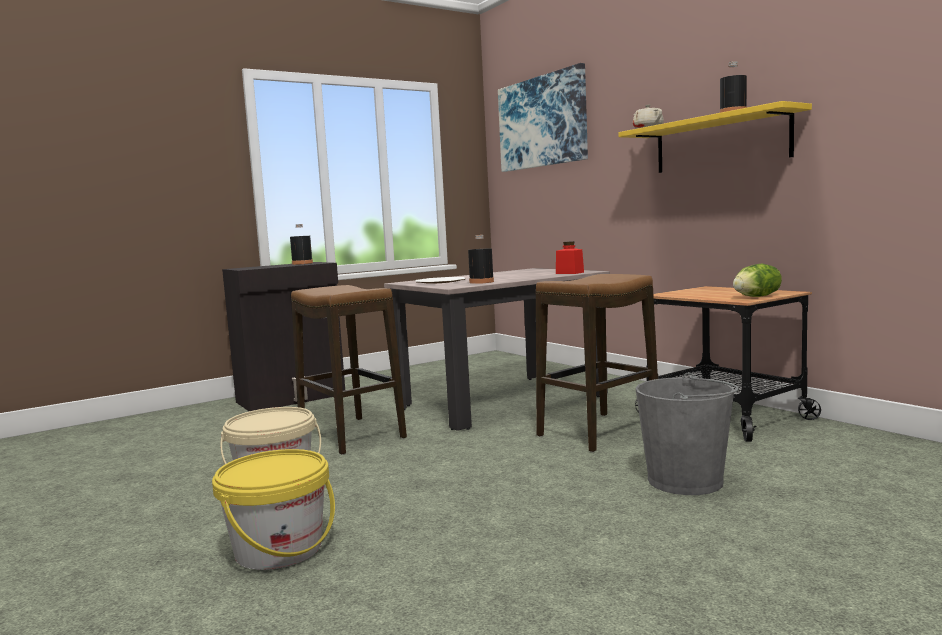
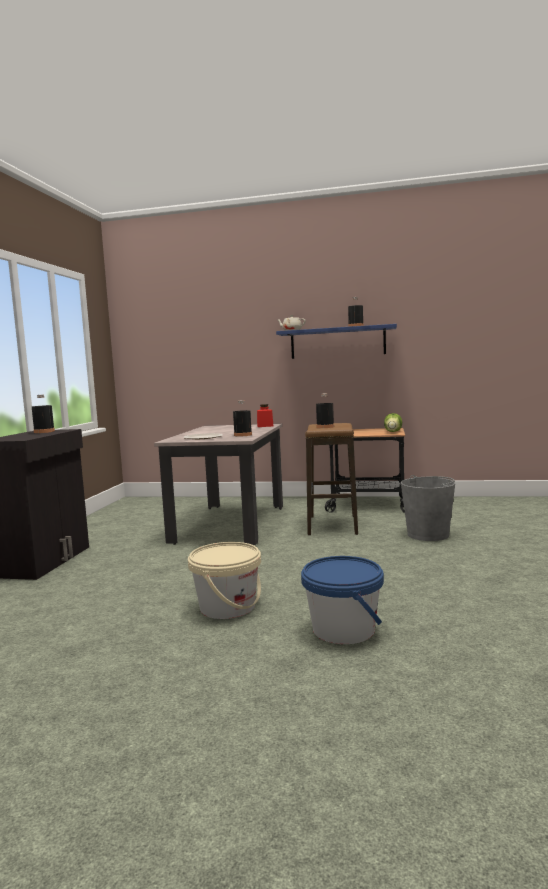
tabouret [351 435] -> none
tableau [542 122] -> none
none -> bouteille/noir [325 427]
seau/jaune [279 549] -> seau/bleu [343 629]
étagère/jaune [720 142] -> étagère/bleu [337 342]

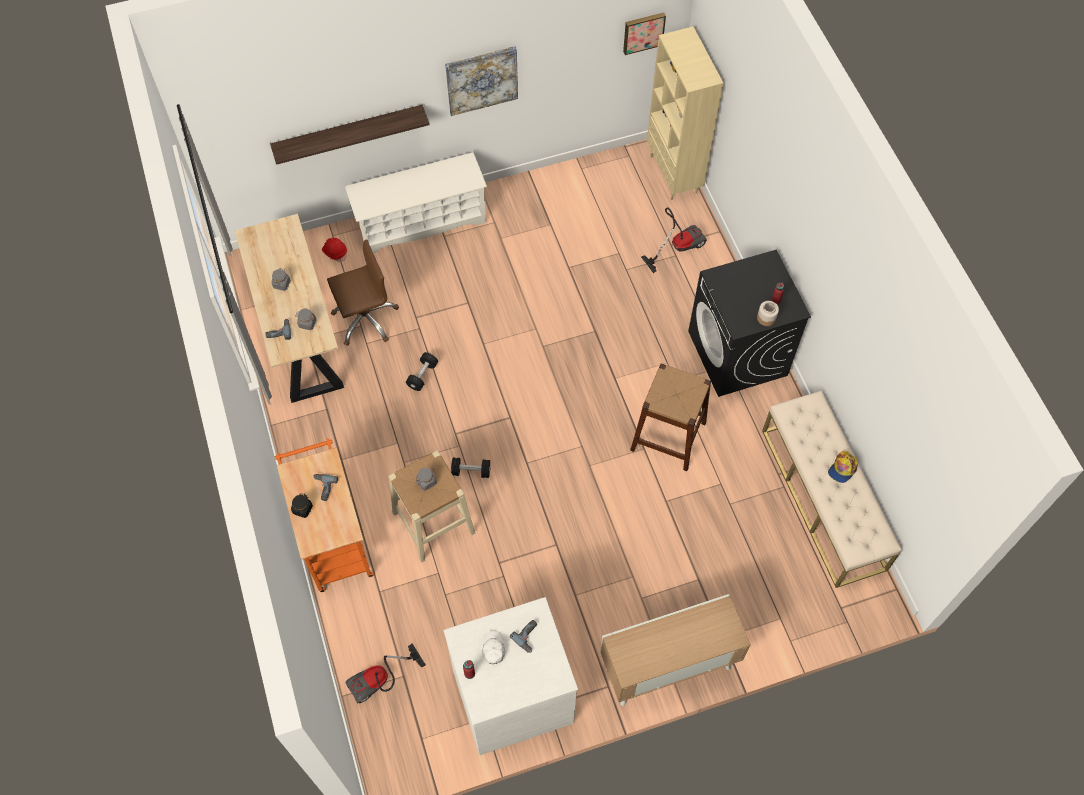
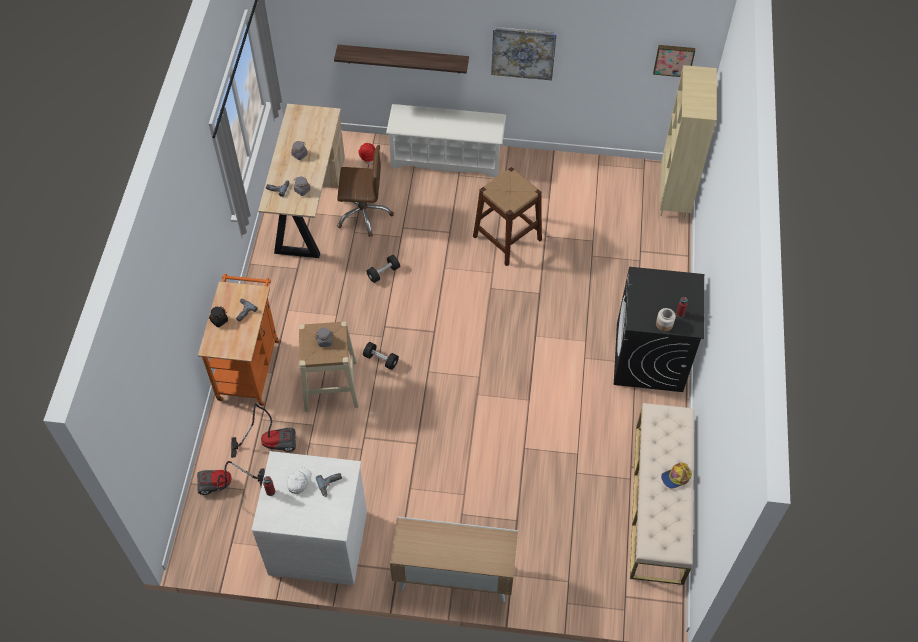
tabouret/marron [668 436] -> tabouret/marron [507 238], moved
aspirateur [677 246] -> aspirateur [270 442], moved

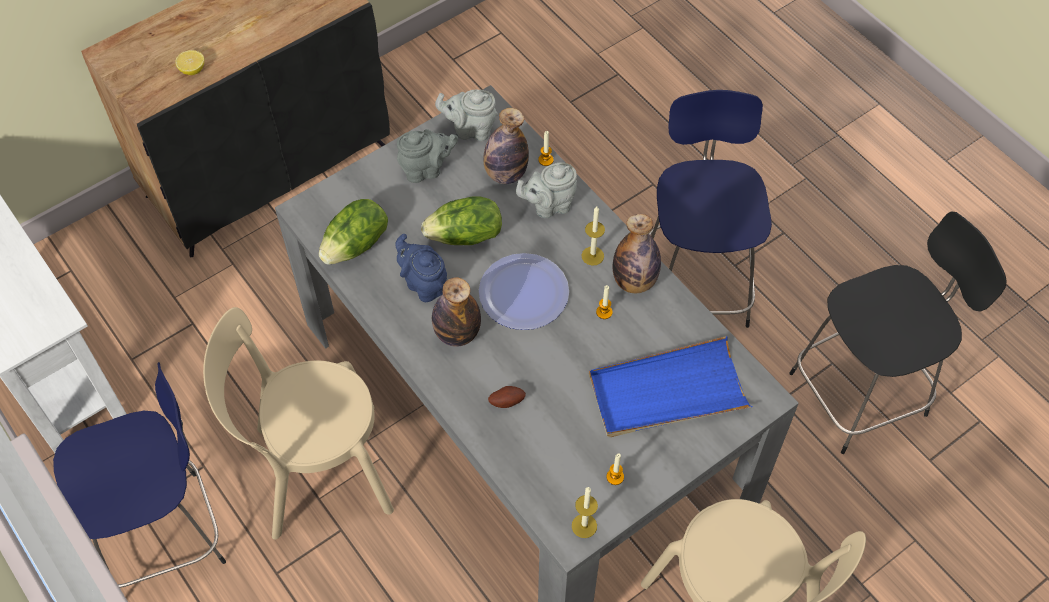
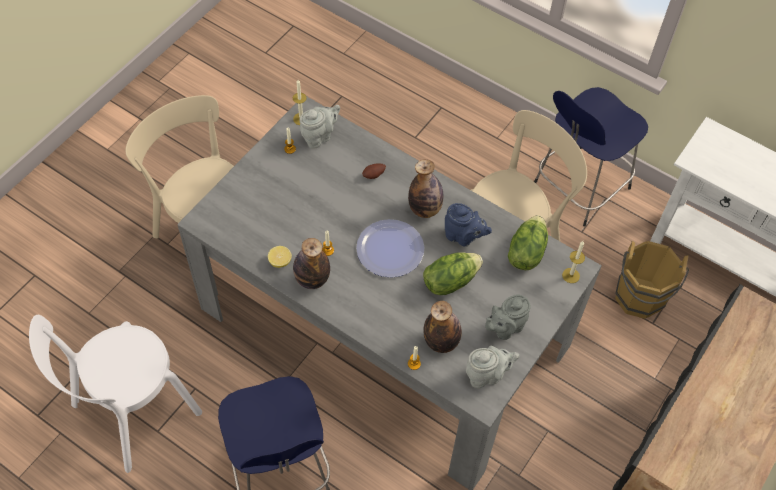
plateau/bleu [667 392] -> none
none -> seau/marron [638 300]
citron [192 69] -> citron [280 261], moved
théière/gris [549 205] -> théière/gris [319 136], moved
bougie [592 256] -> bougie [571 275], moved
tabouret/noir [862 392] -> chaise/blanc [131 413]

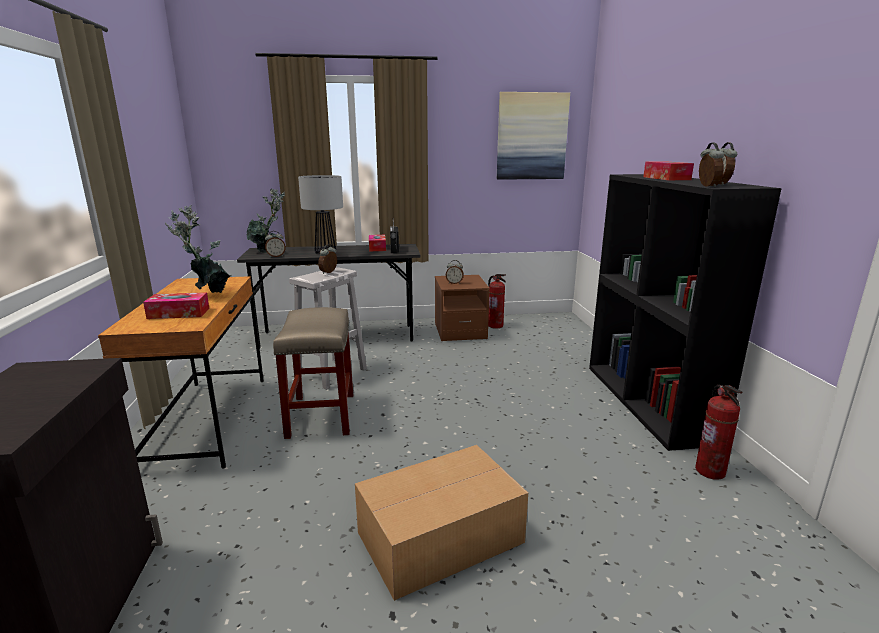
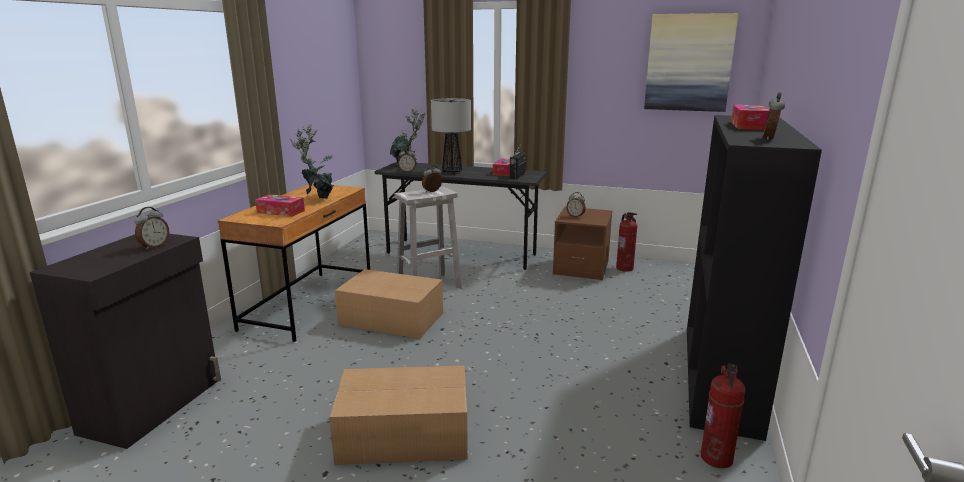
réveil [706 186] -> réveil [154 246], moved
tabouret/beige [321 416] -> carton [392 319]

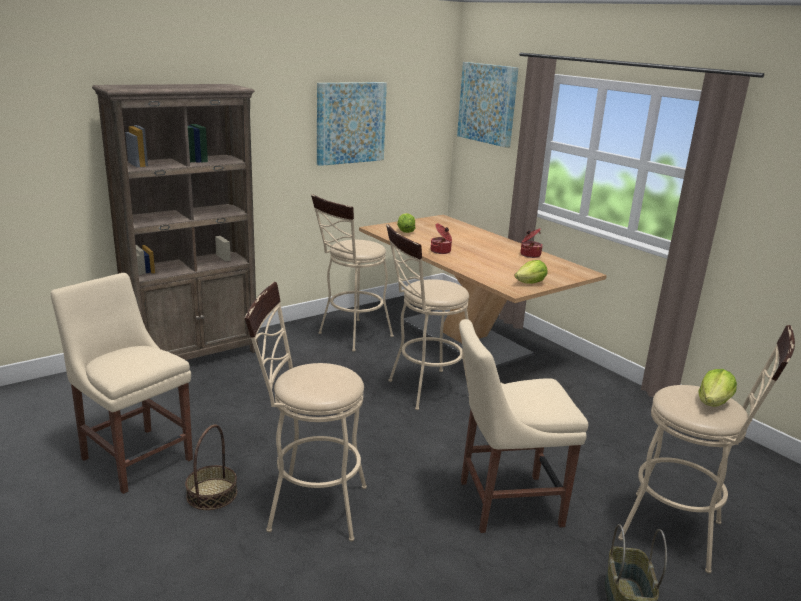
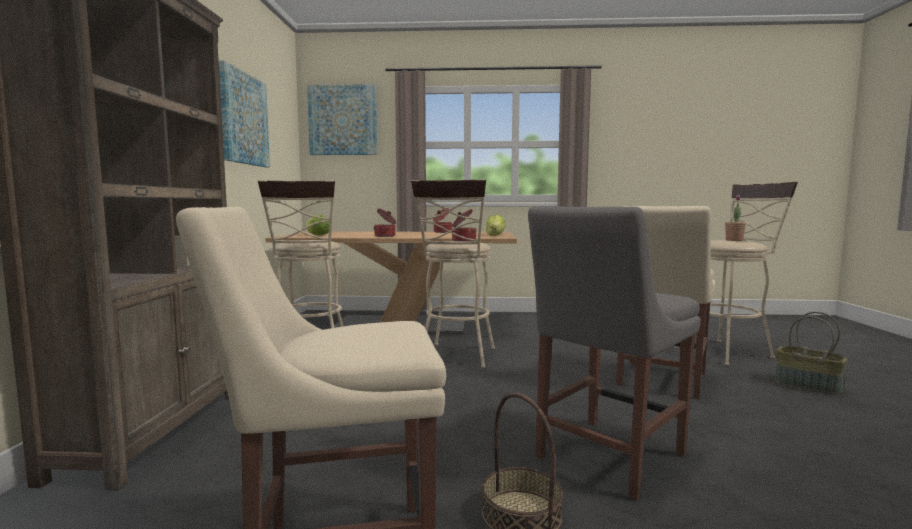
none -> marmite [463 241]
tabouret/beige [309 507] -> chaise/gris [605 458]
laitue [713 403] -> plante en pot [734 240]

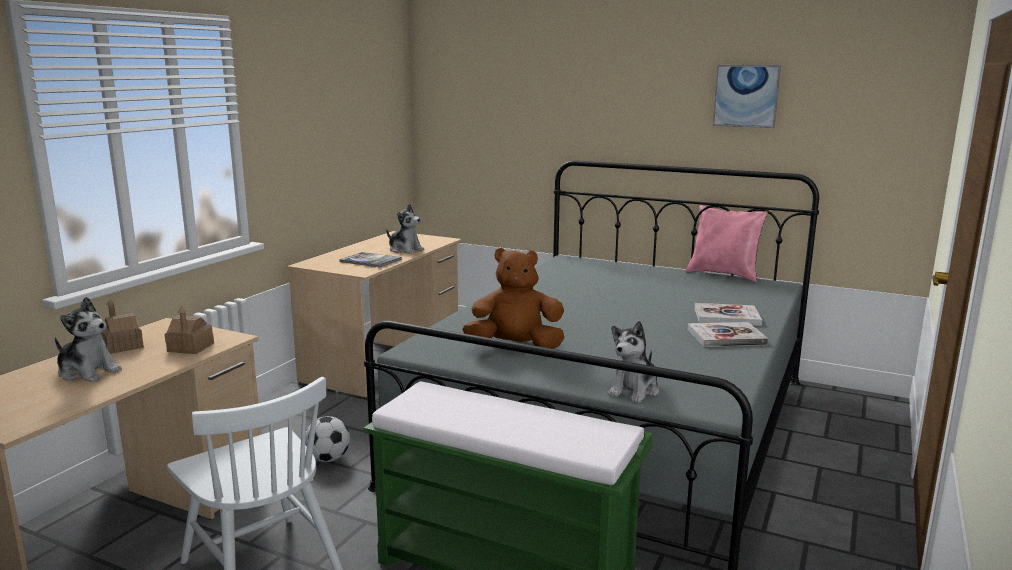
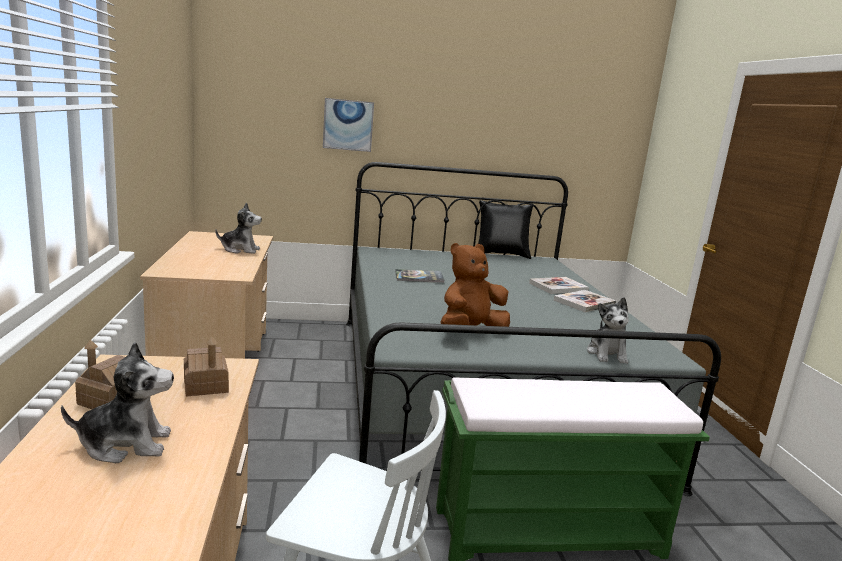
ballon de foot [328 459] -> none
livre [370 261] -> livre [419 277], moved
tableau [746 96] -> tableau [348 125], moved
coussin/rose [724 274] -> coussin/noir [501 255]

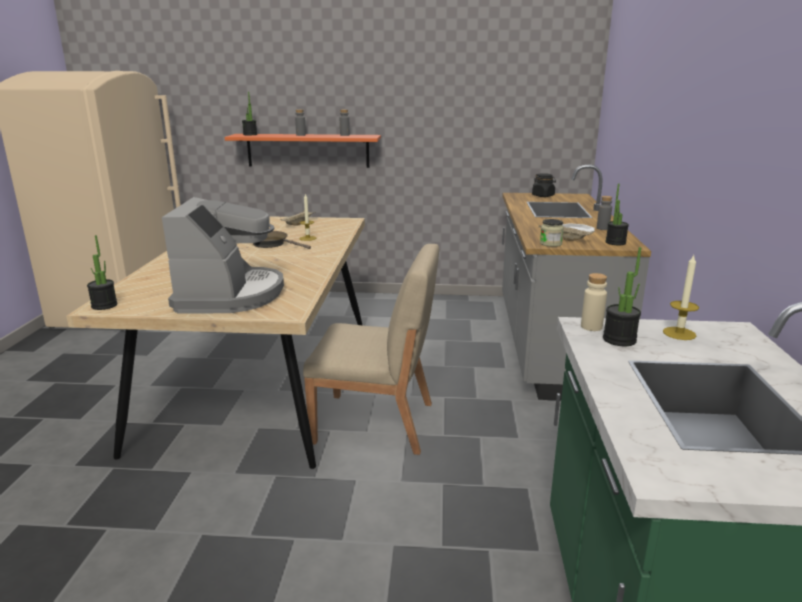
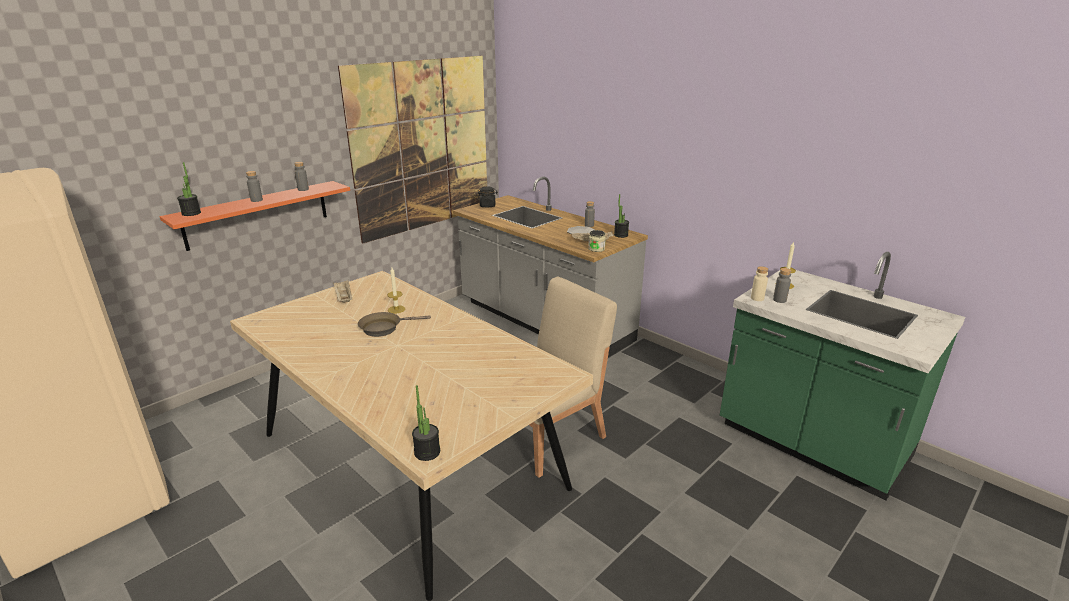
machine à café [230 295] -> none
none -> tableau [423 146]
plante en pot [619 339] -> bouteille/gris [779 300]

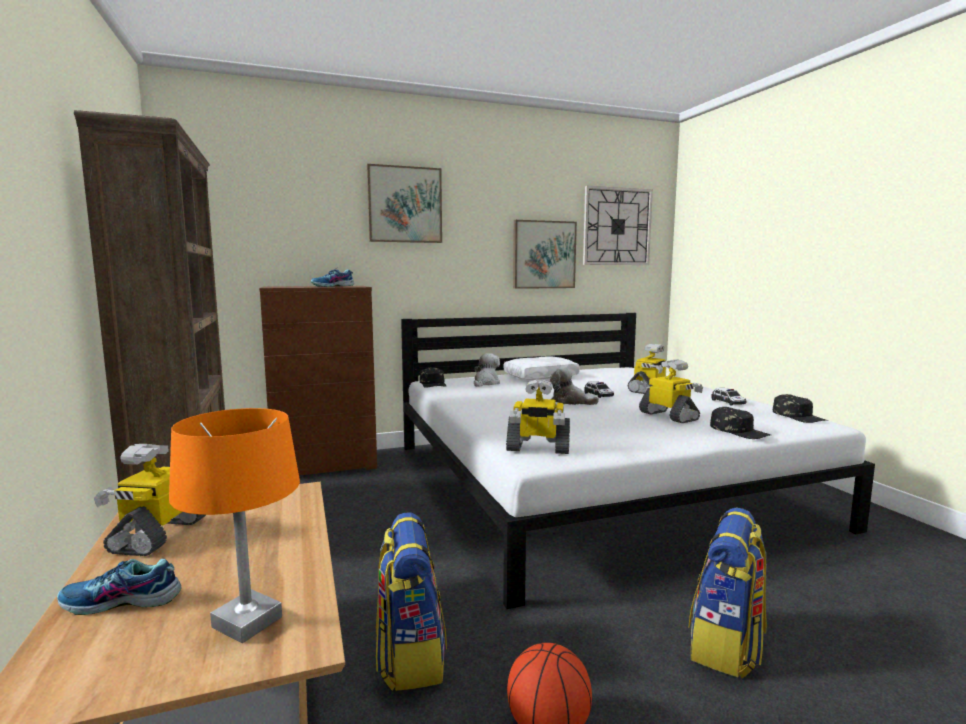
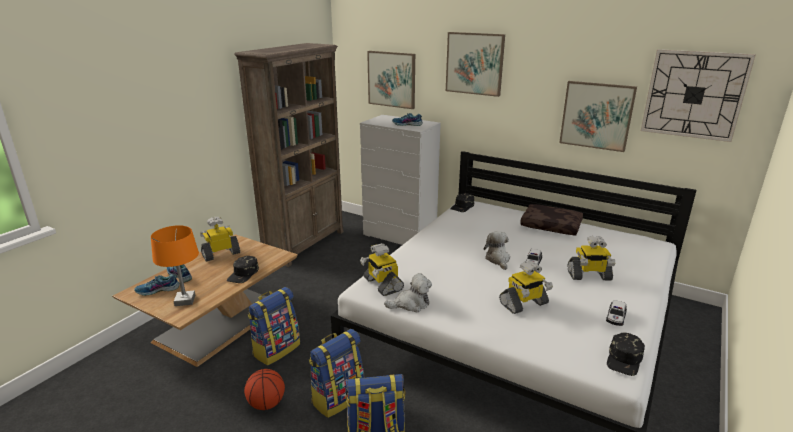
none -> chaussure [158 290]
none -> sac à dos [338 397]
none -> tableau [392 79]
peluche [486 383] -> peluche [411 304], moved
casquette/noir [739 431] -> casquette/noir [243 274], moved
commode/marron [325 465] -> commode/blanc [400 235]
coussin/blanc [540 376] -> coussin/marron [551 226]
robot jouet [669 416] -> robot jouet [523 304], 45 degrees clockwise

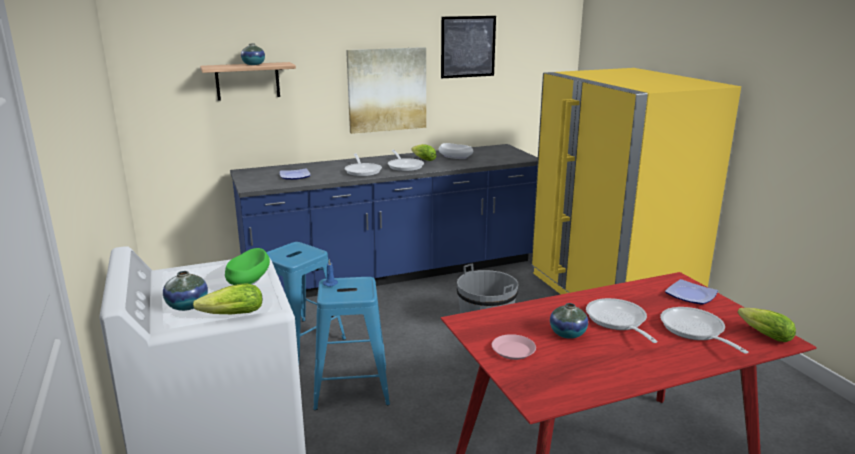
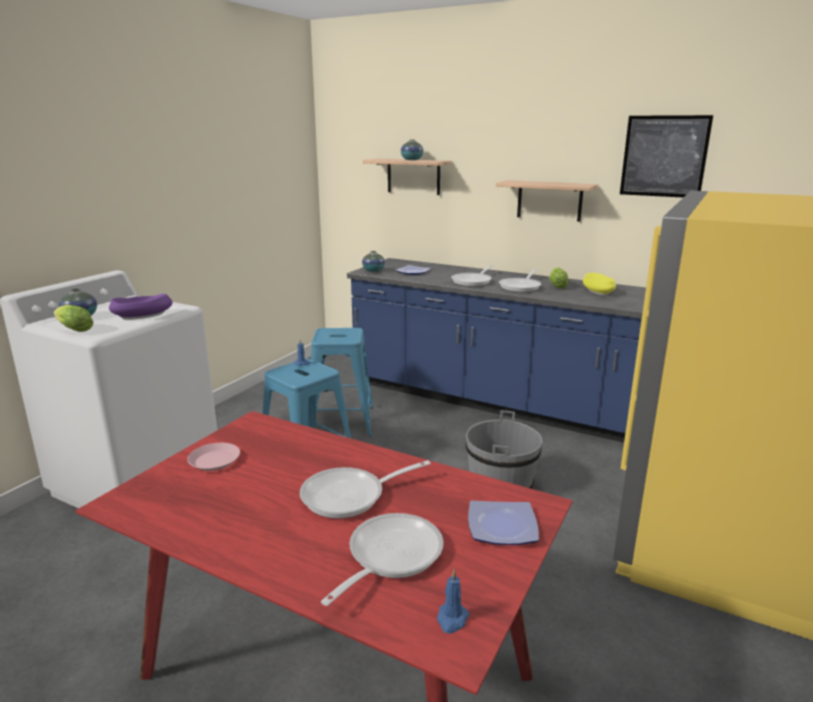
vase [567 334] -> vase [373 271], moved
tableau [387 90] -> étagère [549 200]
laitue [762 334] -> bougie/bleu [452 619]
bol/vert [249 279] -> bol/violet [142 316]
bol/blanc [455 157] -> bol/jaune [598 292]
poêle [618 321] -> poêle [350 496], 150 degrees counterclockwise

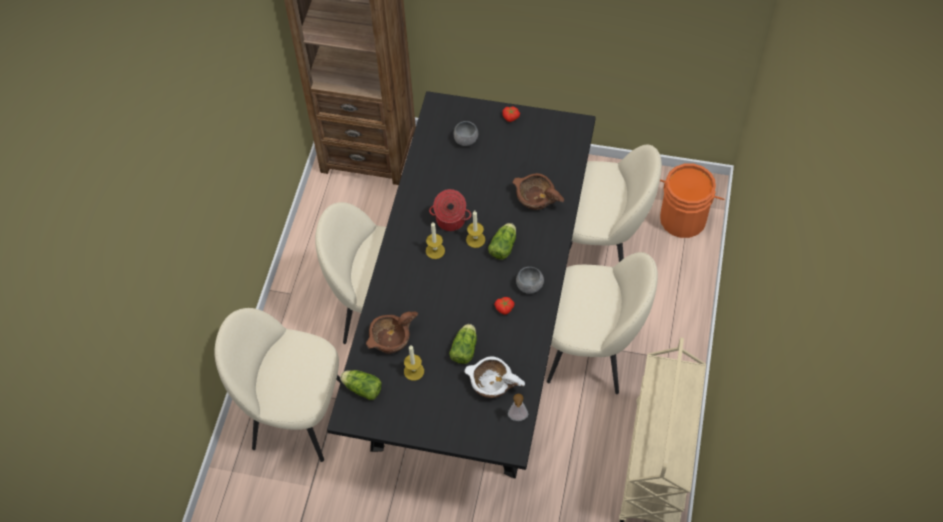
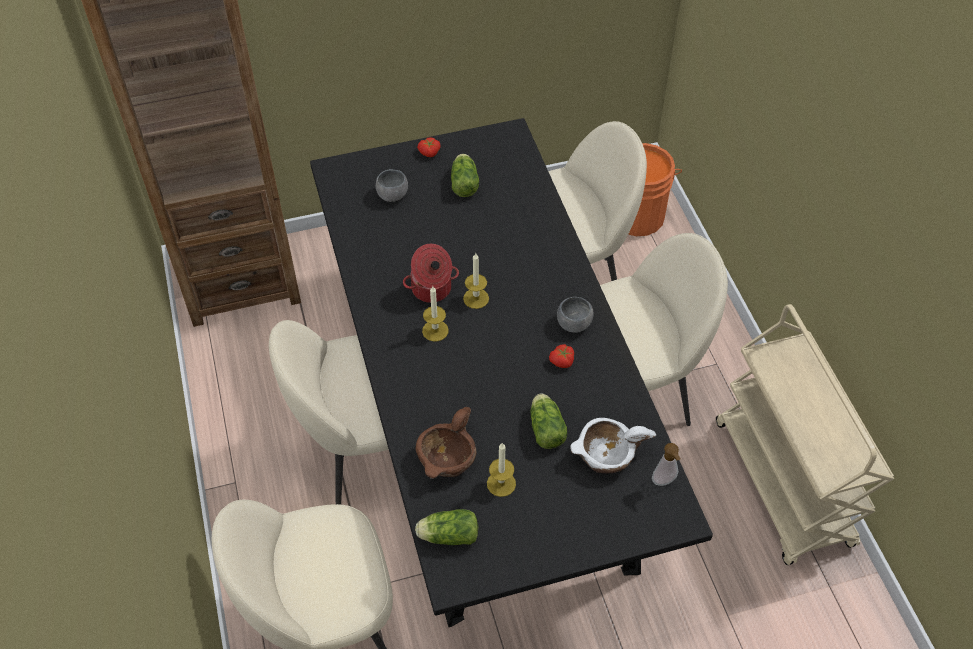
bol/marron [535 199] -> none
laitue [504 245] -> laitue [464 182], moved

